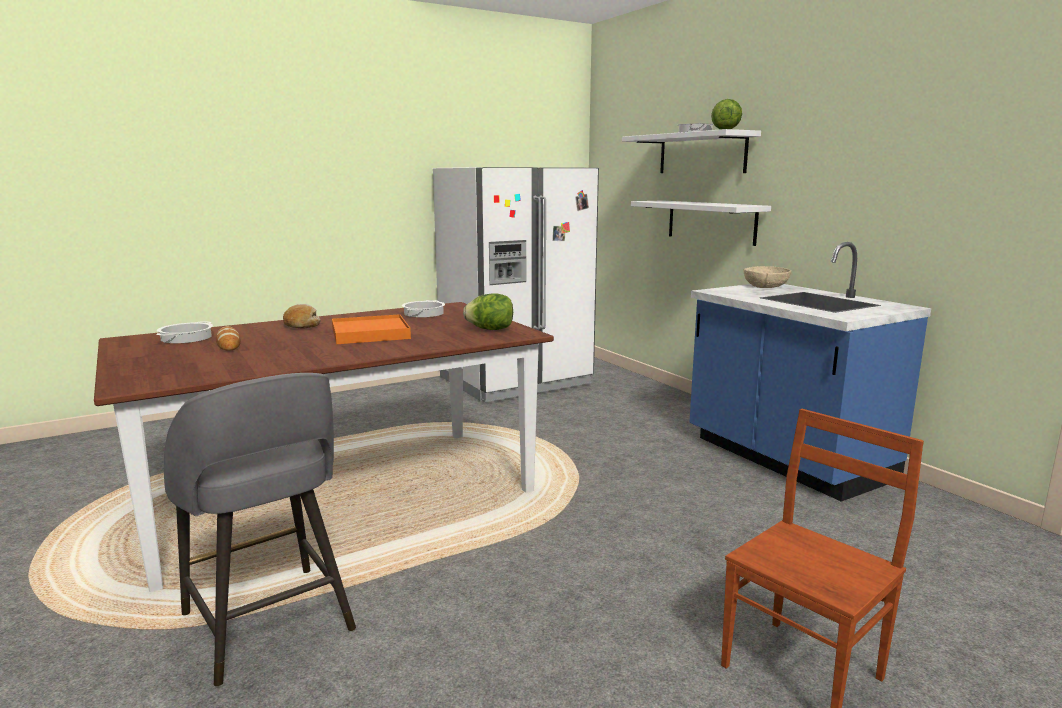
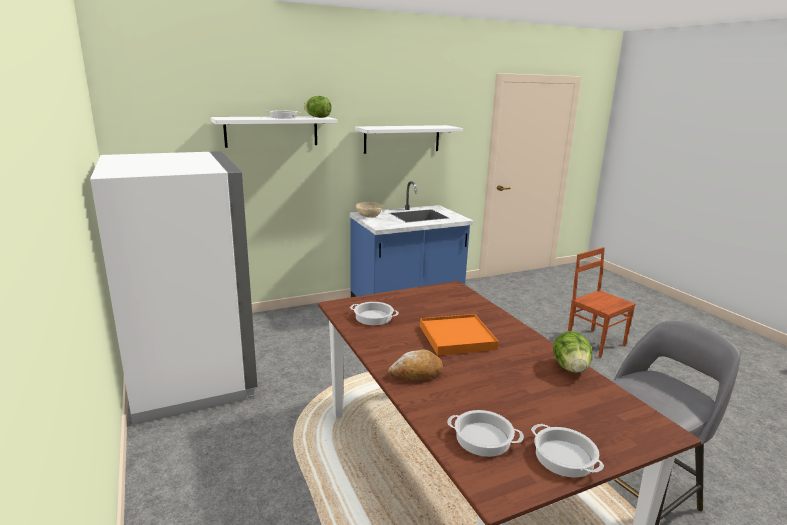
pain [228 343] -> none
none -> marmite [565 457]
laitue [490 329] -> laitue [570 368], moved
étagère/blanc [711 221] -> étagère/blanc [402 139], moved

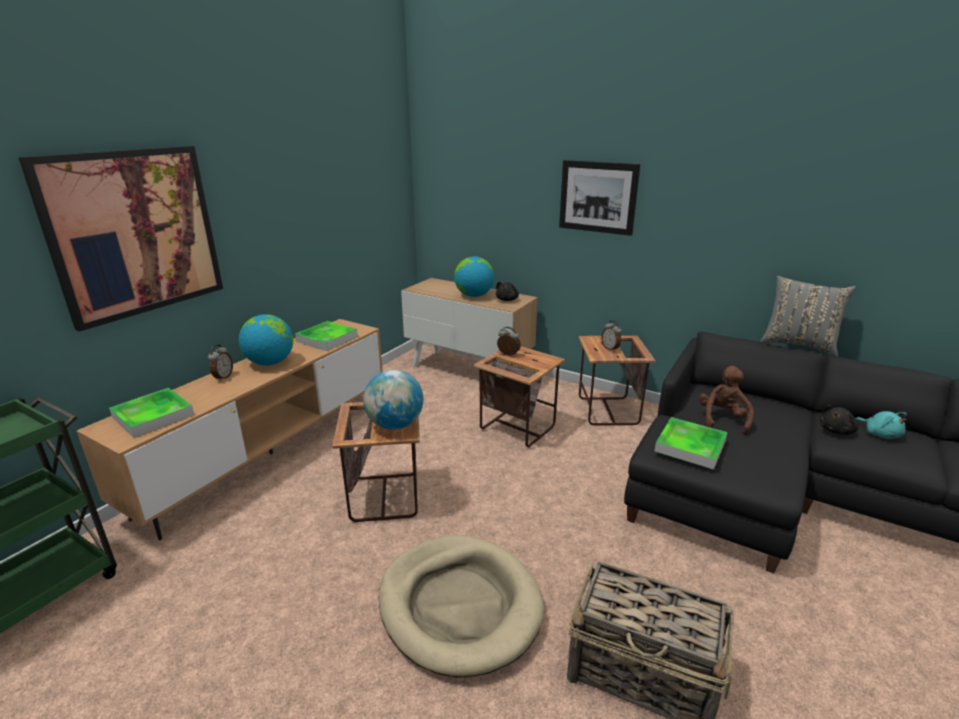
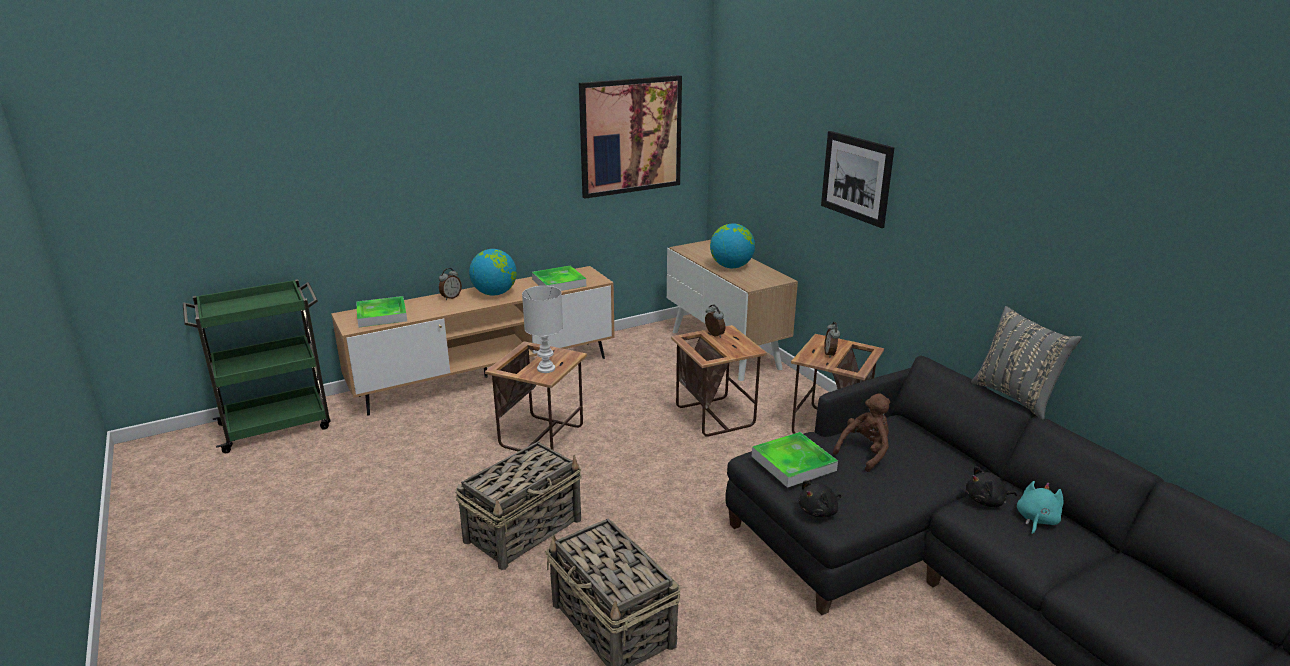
tableau [135 233] -> tableau [630 136], moved
peluche/noir [507 300] -> peluche/noir [819 511], moved
globe [395 425] -> lampe de table/blanc [545 369]
panier pour chien/beige [459 605] -> panier [524 530]
peluche/turquoise [880 434] -> peluche/turquoise [1036 520], 150 degrees counterclockwise

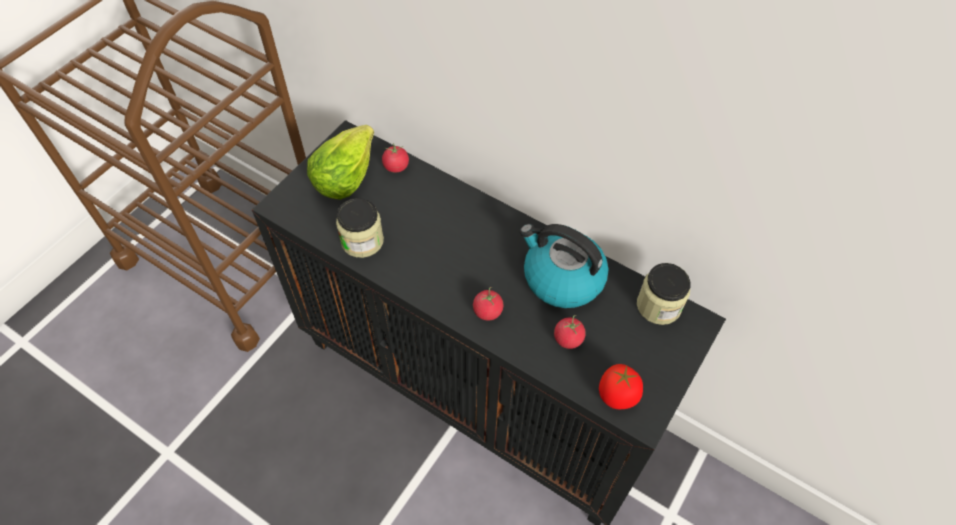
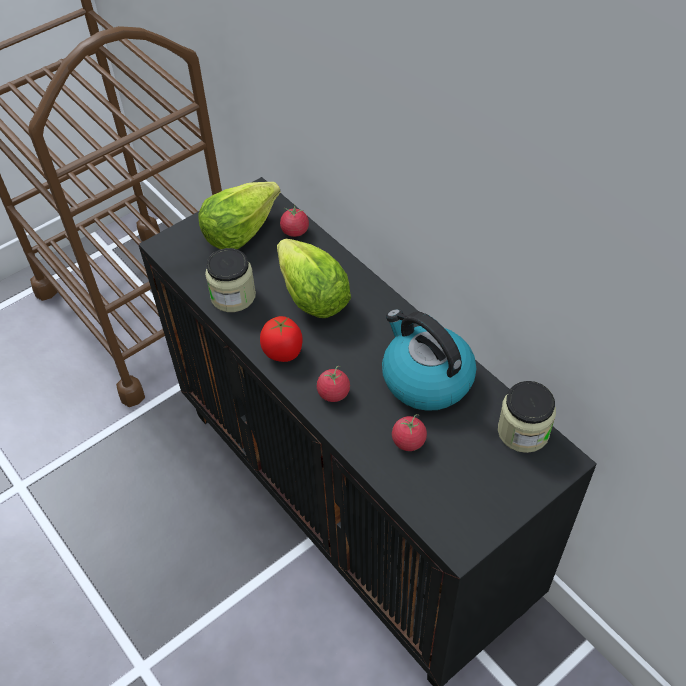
none -> laitue [313 298]
tomate [617 396] -> tomate [283 352], moved

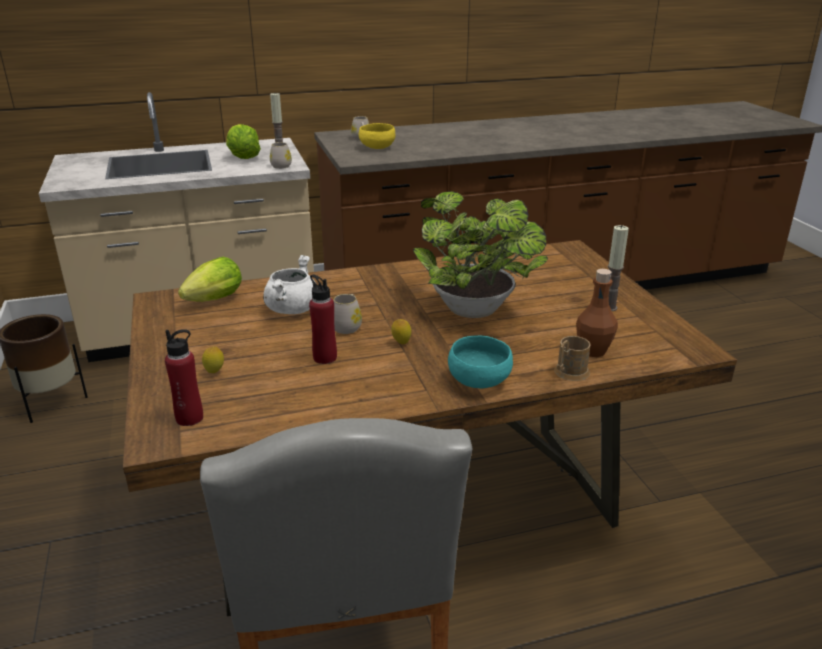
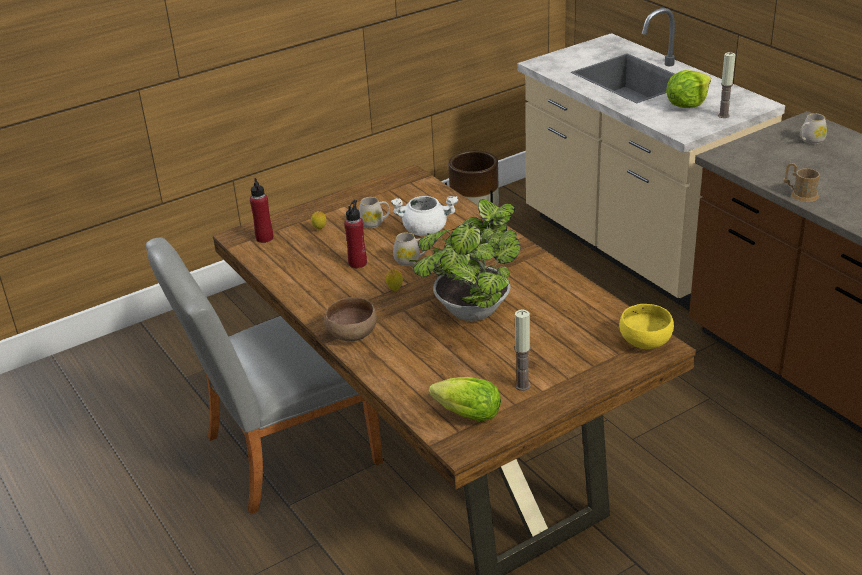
bouteille/marron [593 351] -> none
laitue [211 301] -> laitue [464 414], moved
mug/blanc [282 165] -> mug/blanc [374 223], moved
bol/jaune [377 148] -> bol/jaune [644 341], moved
mug/marron [569 373] -> mug/marron [800 194], moved
bol/turquoise [480 381] -> bol/marron [352 335]

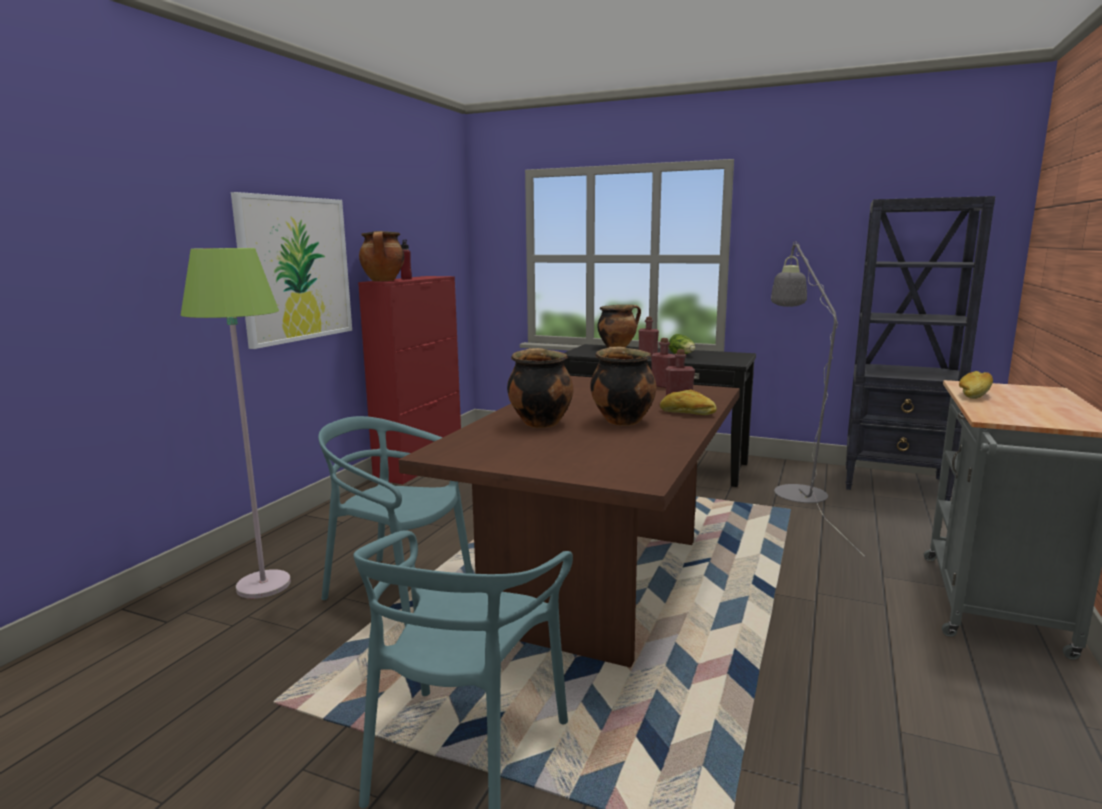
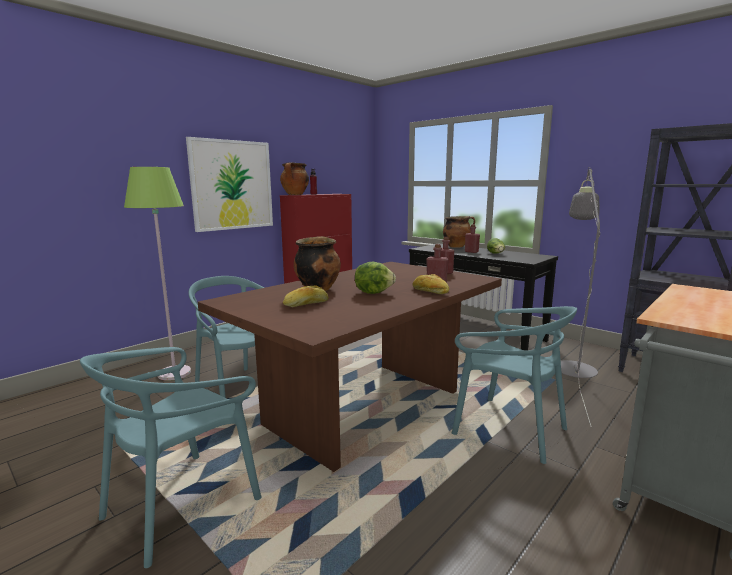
none -> chaise/turquoise [509 429]
pain [974 395] -> pain [306 304], moved
marmite [621 421] -> laitue [373 292]

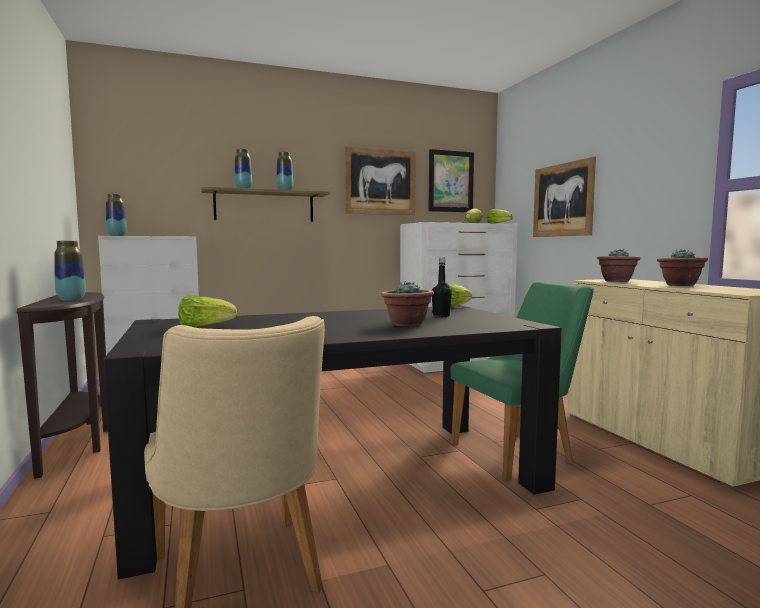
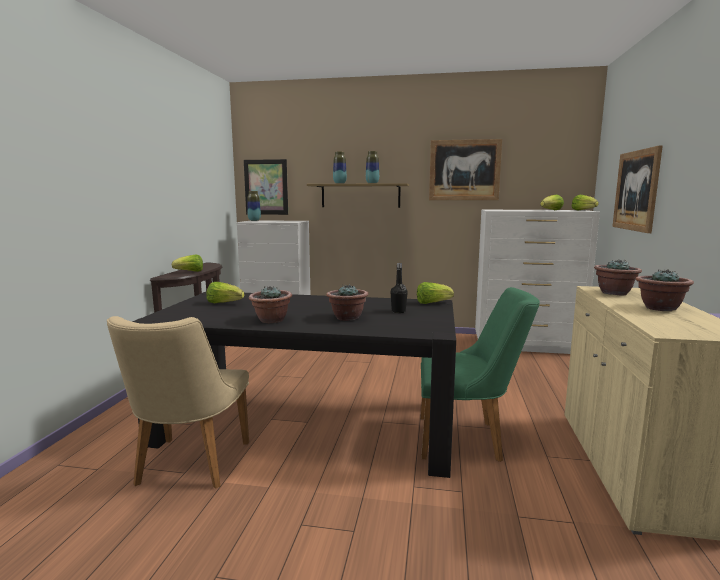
none -> plante en pot [271 320]
tableau [451 181] -> tableau [266 187], moved
vase [71 300] -> laitue [190 272]

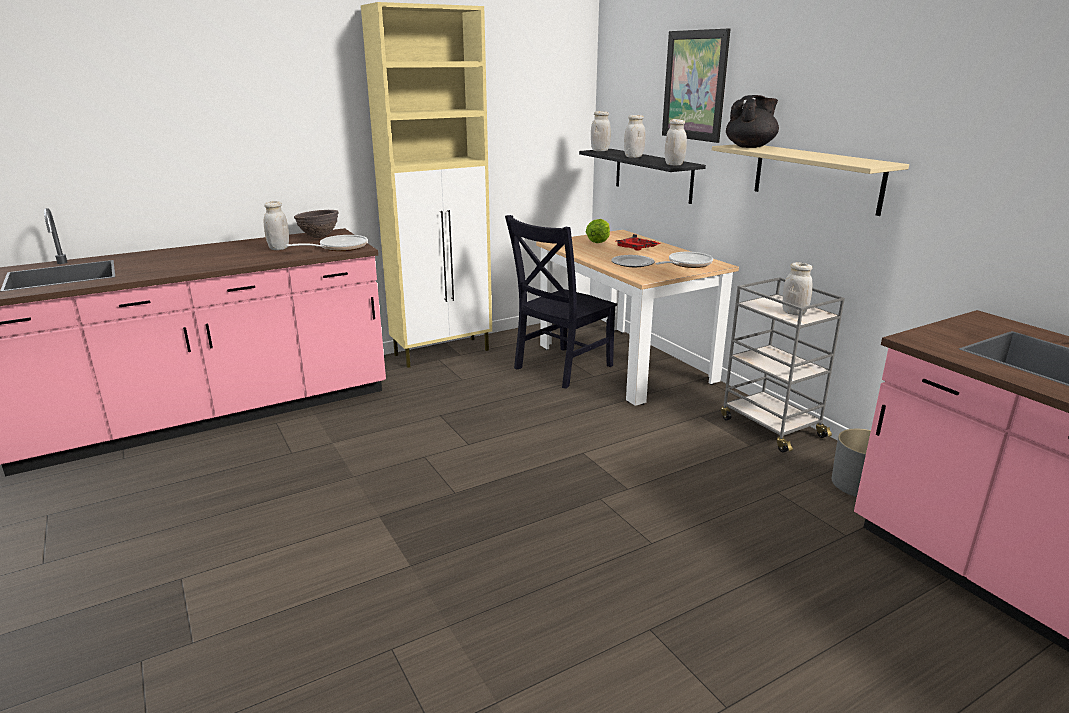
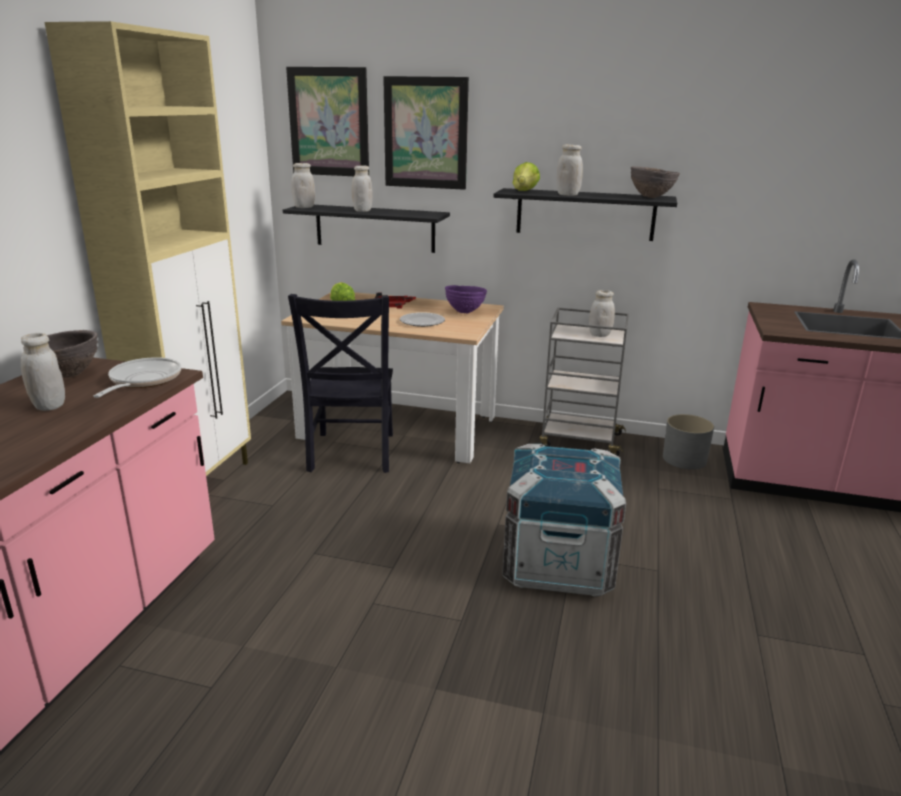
none -> tableau [329 122]
none -> caisse [558 564]
none -> bol/marron [651 197]
bocal/blanc [674 164] -> bocal/blanc [568 195], moved
poêle [687 264] -> bol/violet [465 312]
théière/noir [750 147] -> laitue [524 191]
étagère/beige [816 177] -> étagère/noir [585 214]

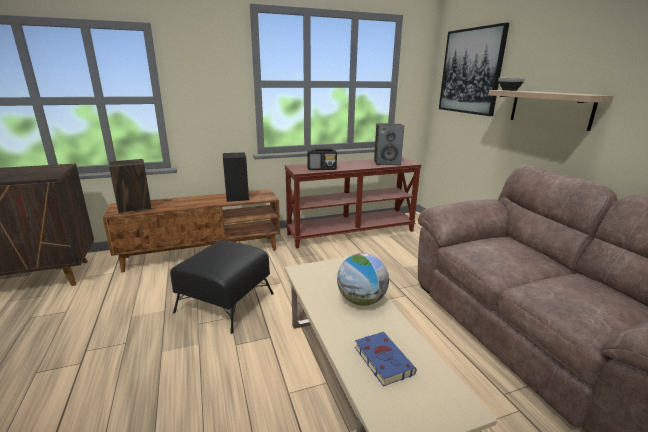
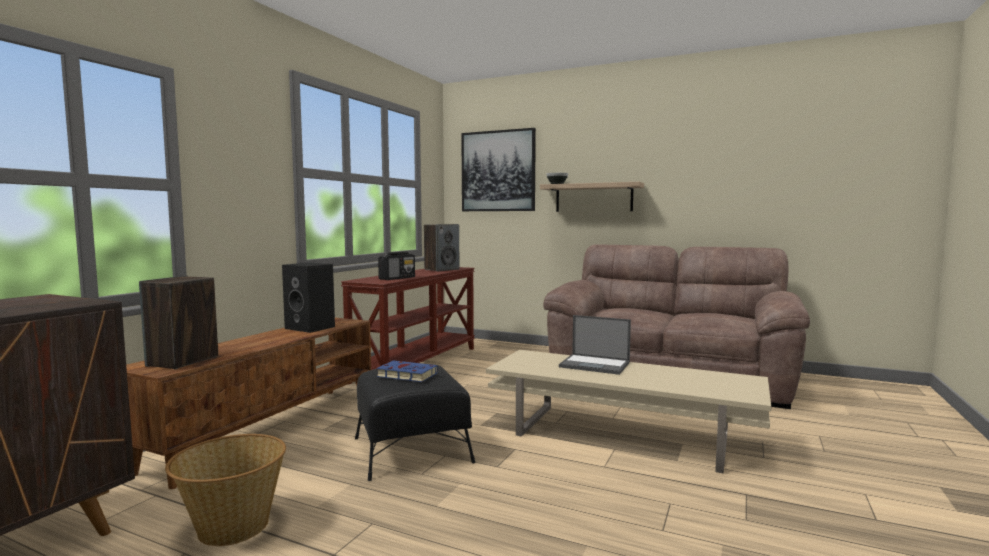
none -> panier [232 527]
livre/bleu [382 359] -> livre/bleu [405 375], moved
globe [361 301] -> ordinateur portable [595 365]

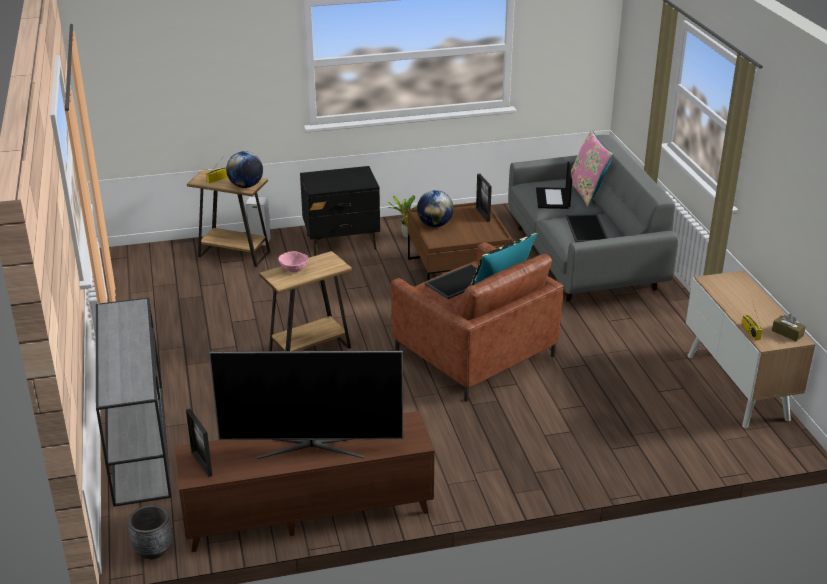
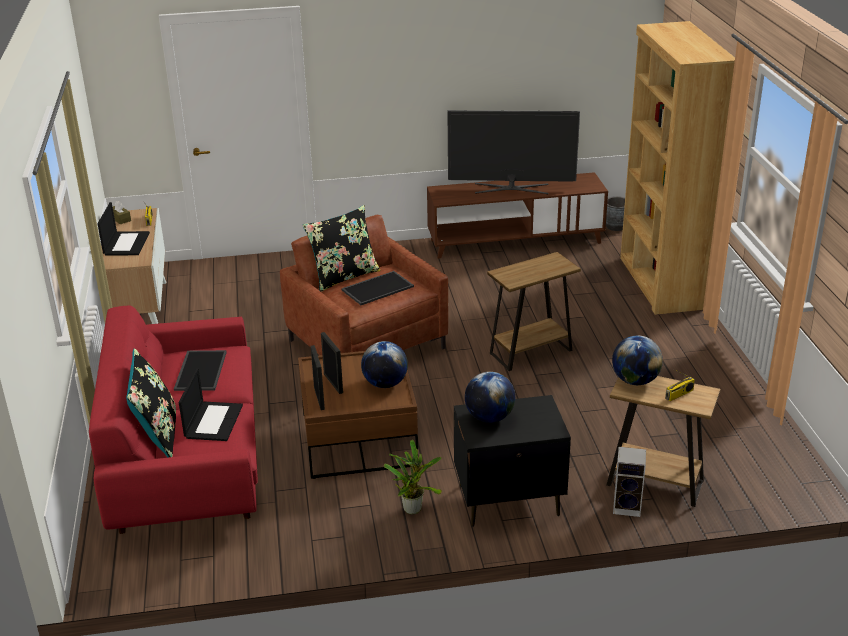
bol/rose [293 269] -> none
none -> ordinateur portable [126 243]
none -> globe [489 417]
cadre photo [201 464] -> cadre photo [333 383], moved
table console/gris [138 442] -> bibliothèque/marron [660 283]
canapé/gris [583 258] -> canapé/rouge [188 460]
coussin/rose [587 192] -> coussin/noir [158 435]

